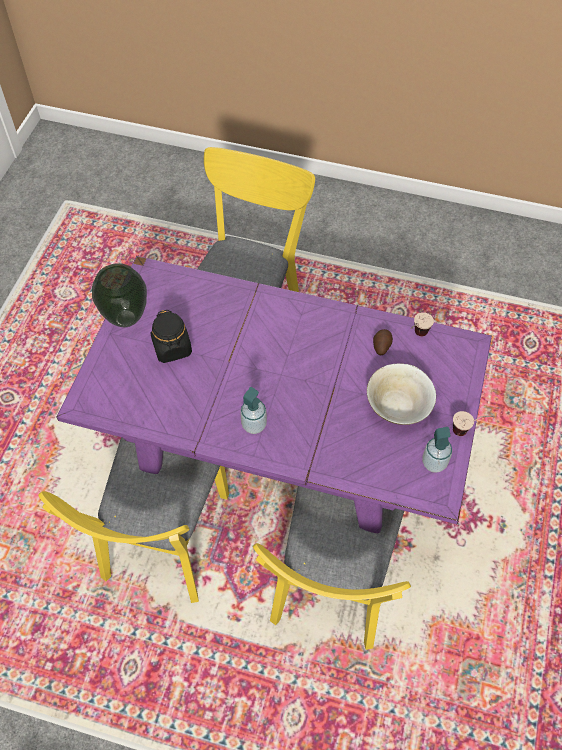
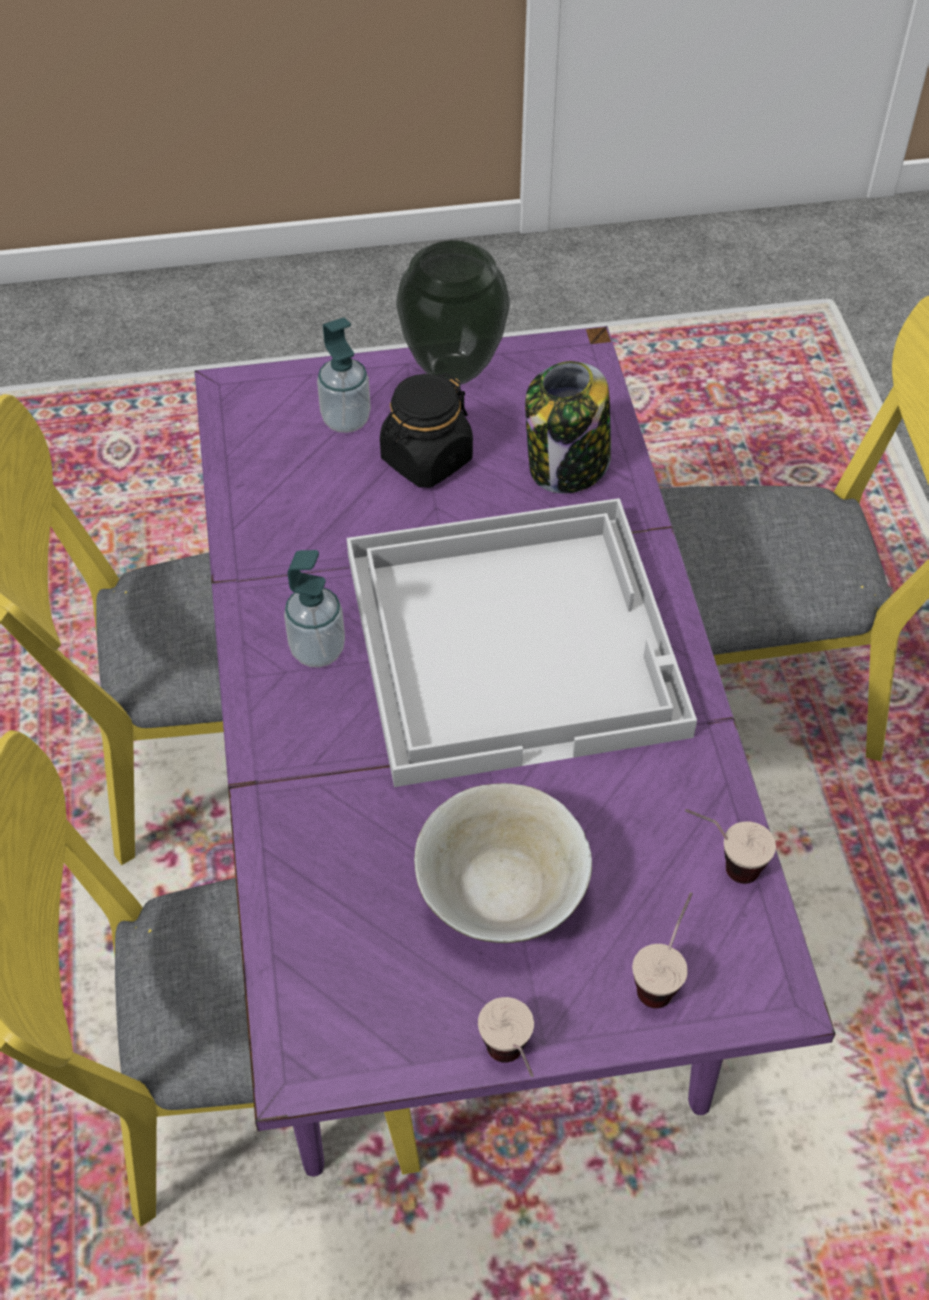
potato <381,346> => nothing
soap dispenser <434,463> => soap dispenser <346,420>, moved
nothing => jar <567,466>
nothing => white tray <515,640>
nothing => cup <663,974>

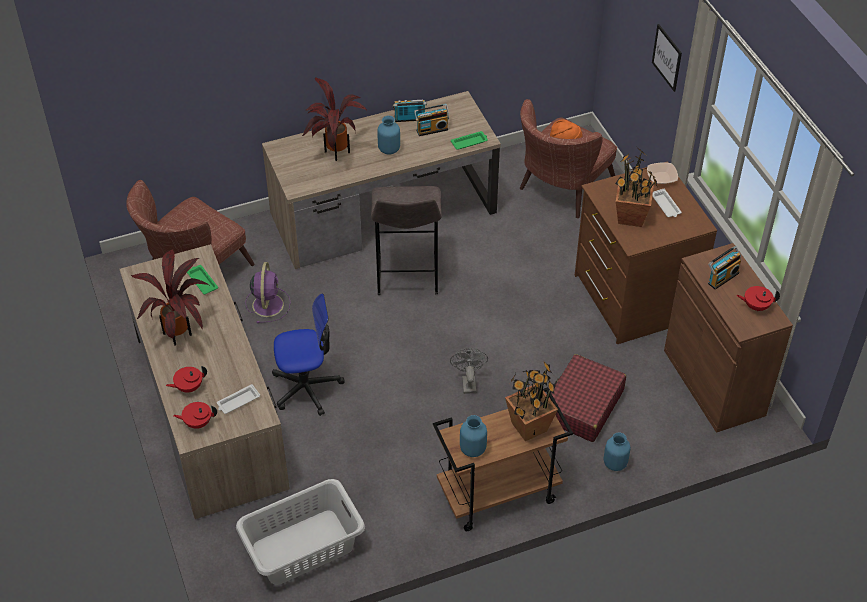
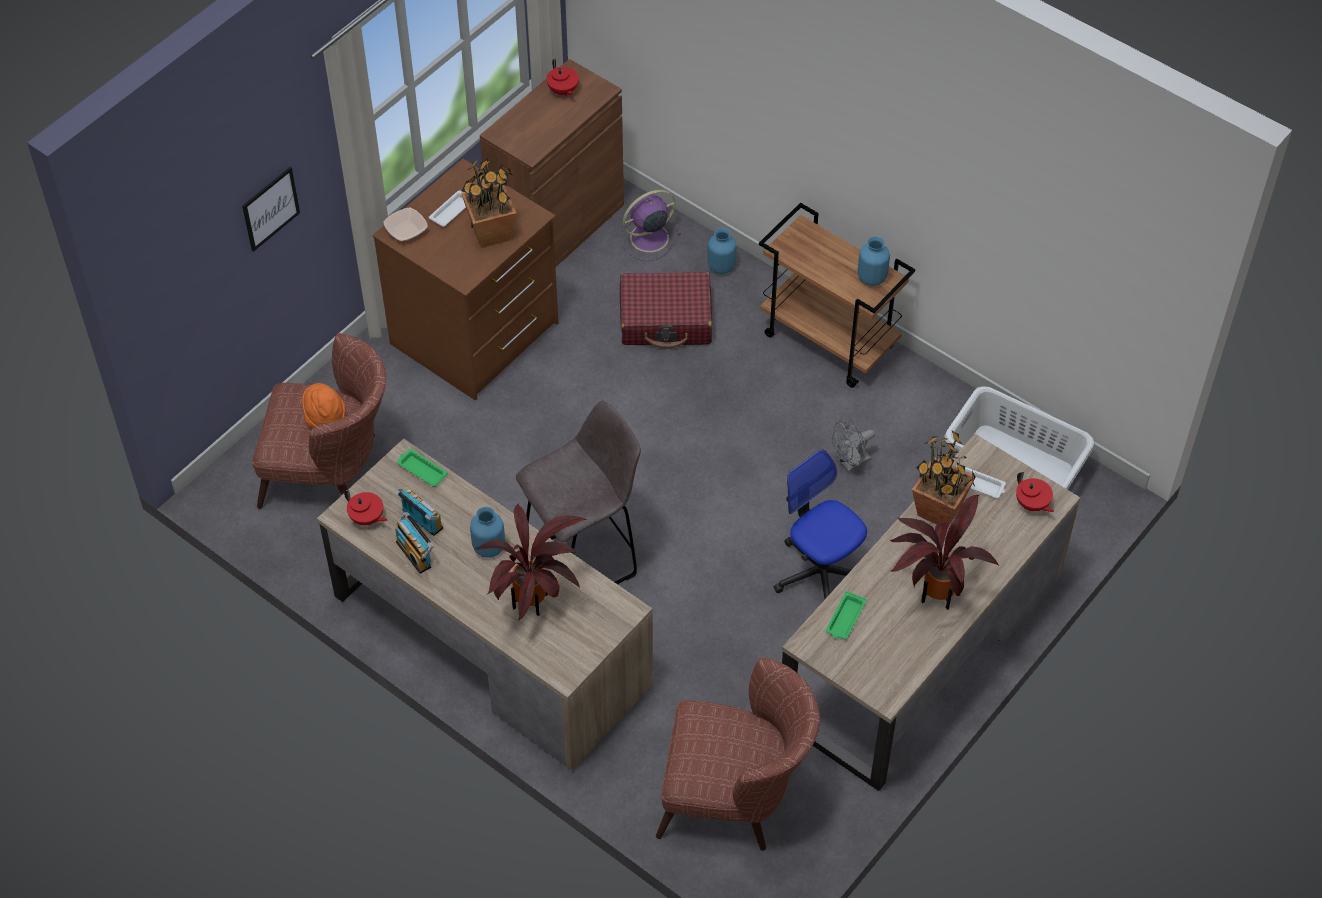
radio <722,277> => nothing
purple fan <268,304> => purple fan <647,238>, moved
grey fan <468,382> => grey fan <851,463>, moved
potted plant <528,426> => potted plant <939,511>, moved
red teapot <189,387> => red teapot <367,518>, moved

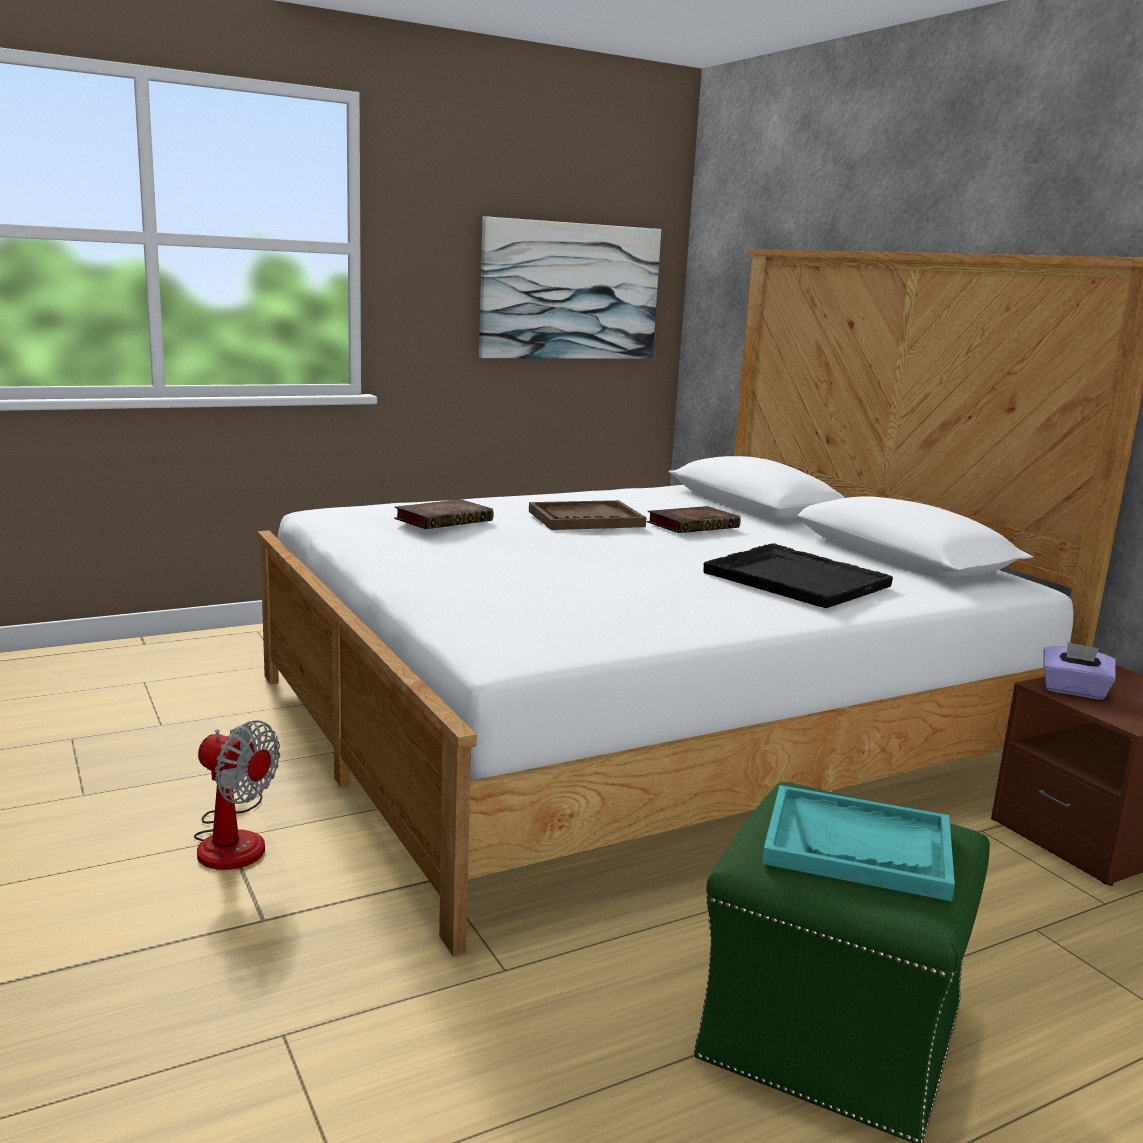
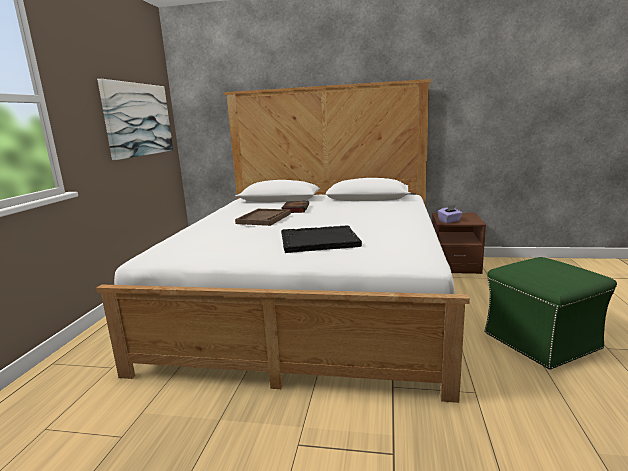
book <445,520> => nothing
black tray <795,579> => black tray <318,240>, moved
fan <233,838> => nothing
turquoise tray <858,846> => nothing

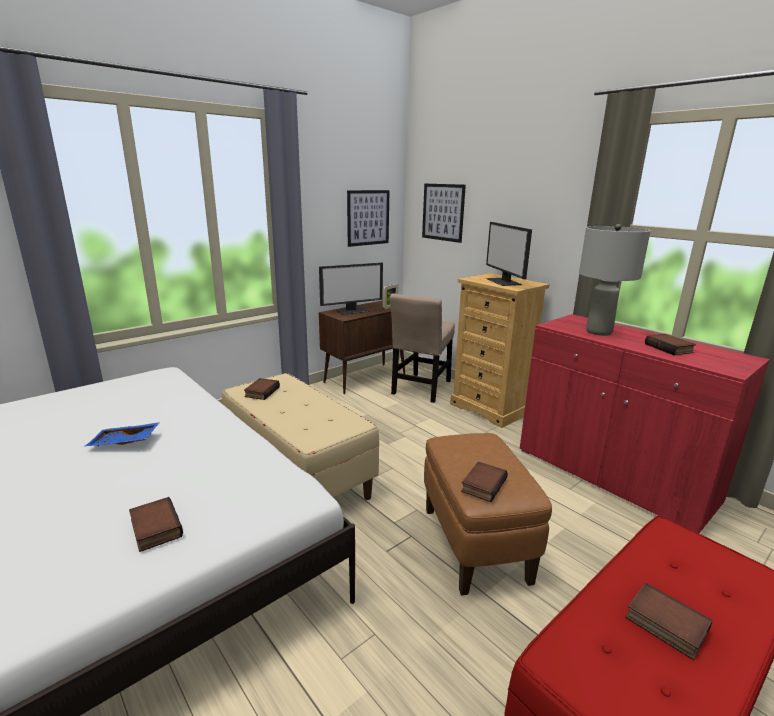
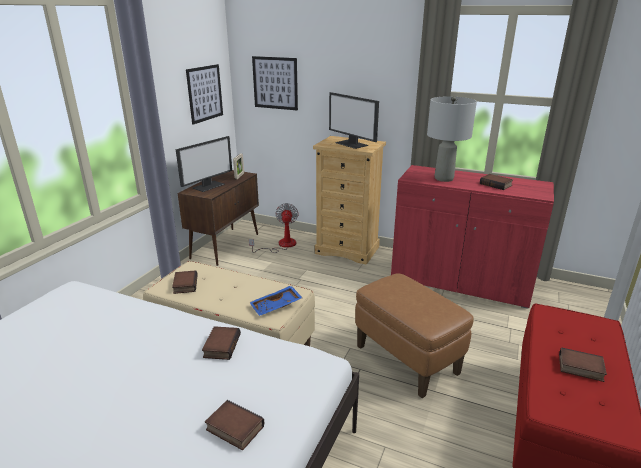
beige chair <421,389> => fan <281,245>
blue tray <124,442> => blue tray <276,306>, moved
book <482,484> => book <221,346>, moved

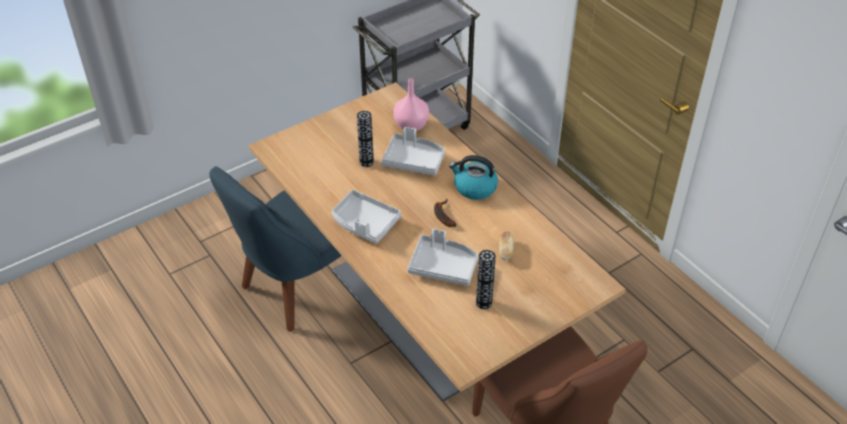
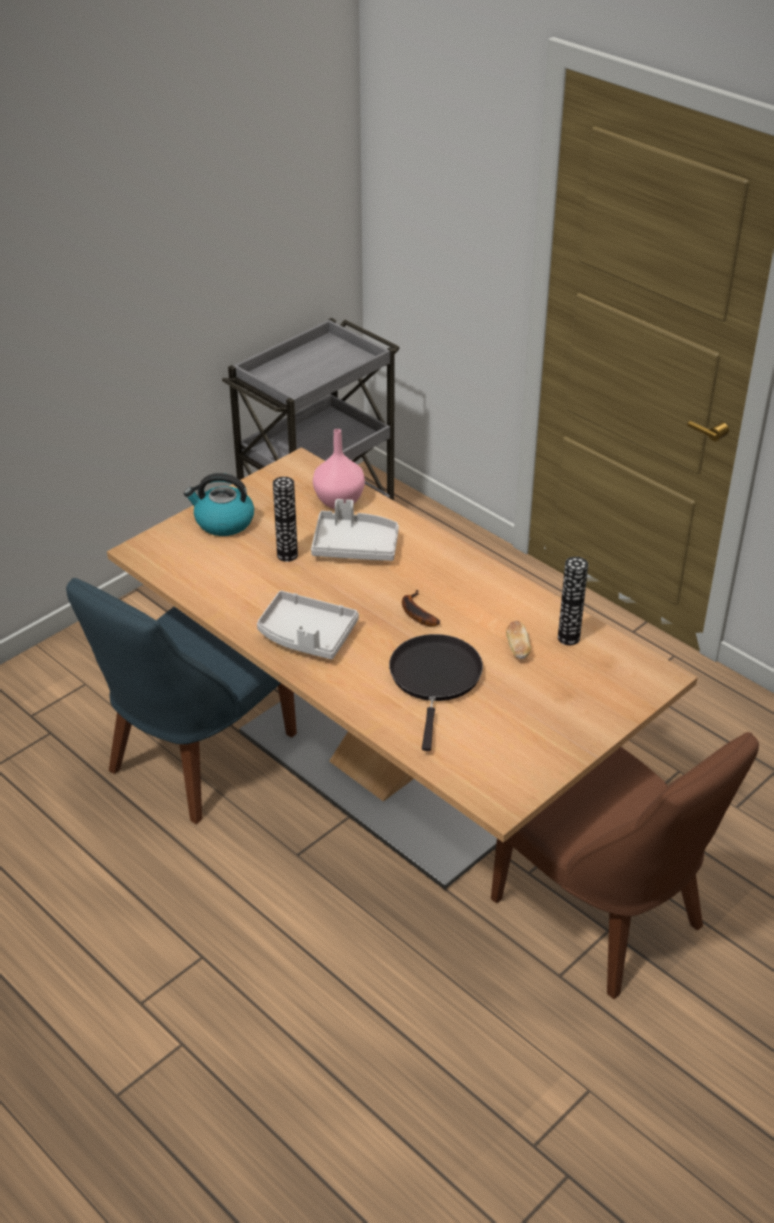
kettle <474,188> => kettle <223,522>, moved
grey tray <443,266> => black frying pan <435,679>
vase <484,303> => vase <568,638>, moved

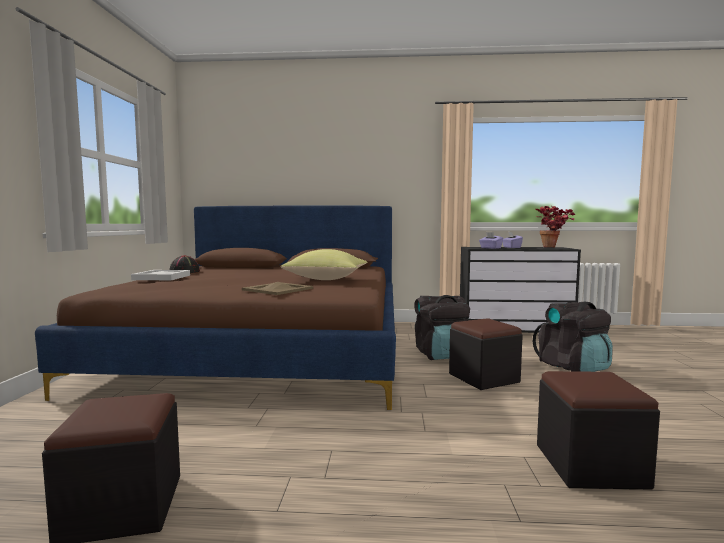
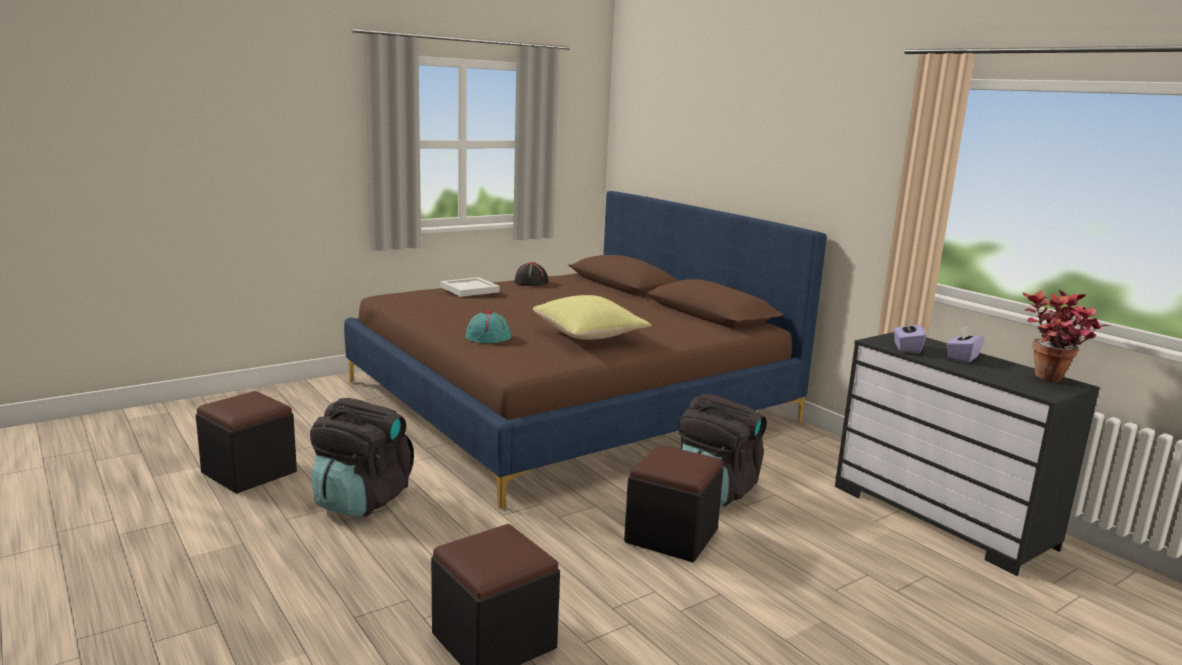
beige tray <278,289> => turquoise hat <488,337>
black backpack <573,367> => black backpack <361,499>, moved

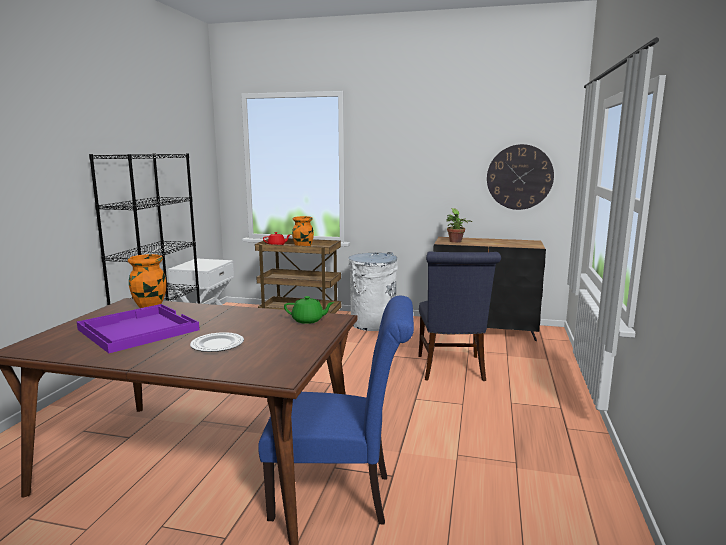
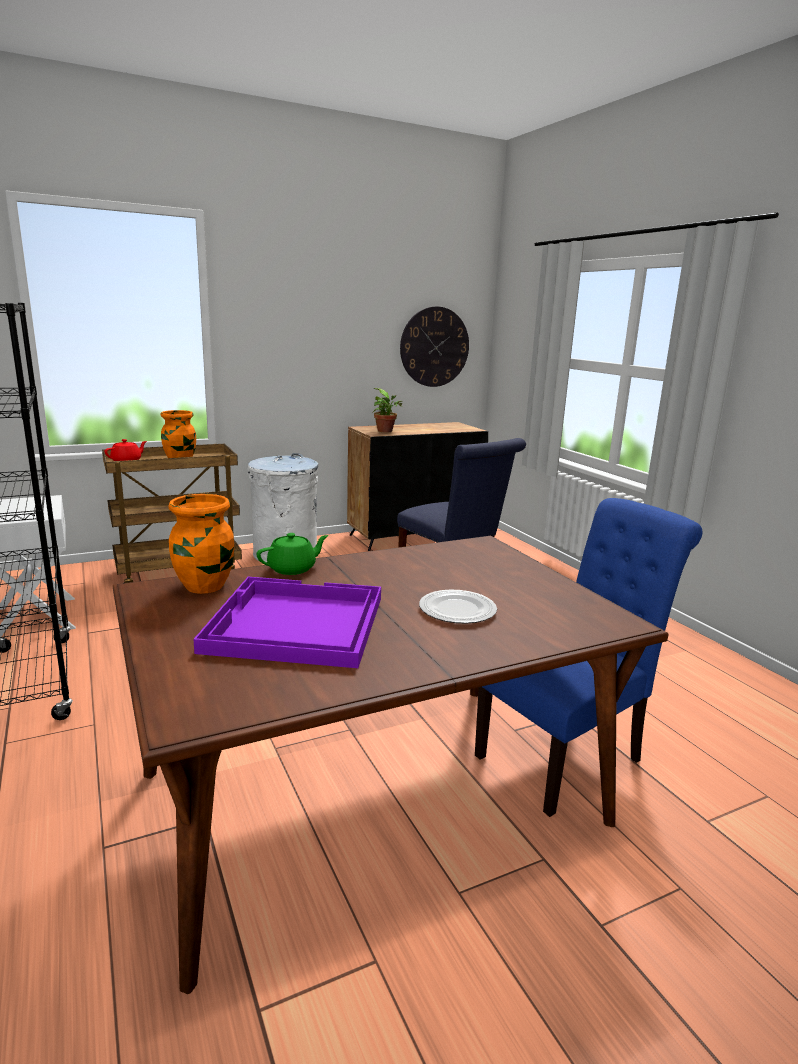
green teapot <308,320> => green teapot <293,569>, moved

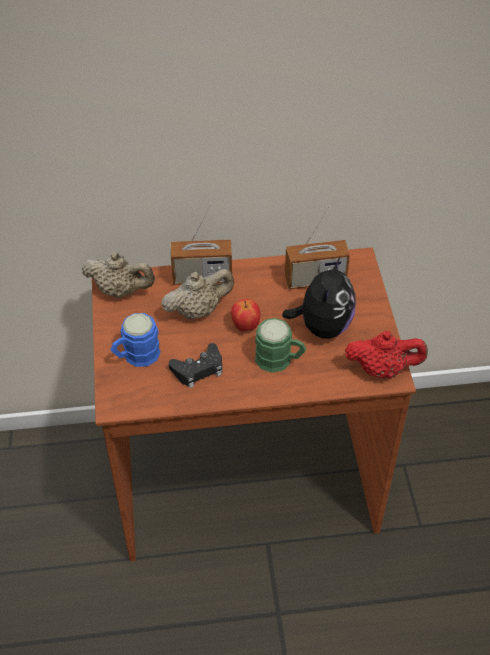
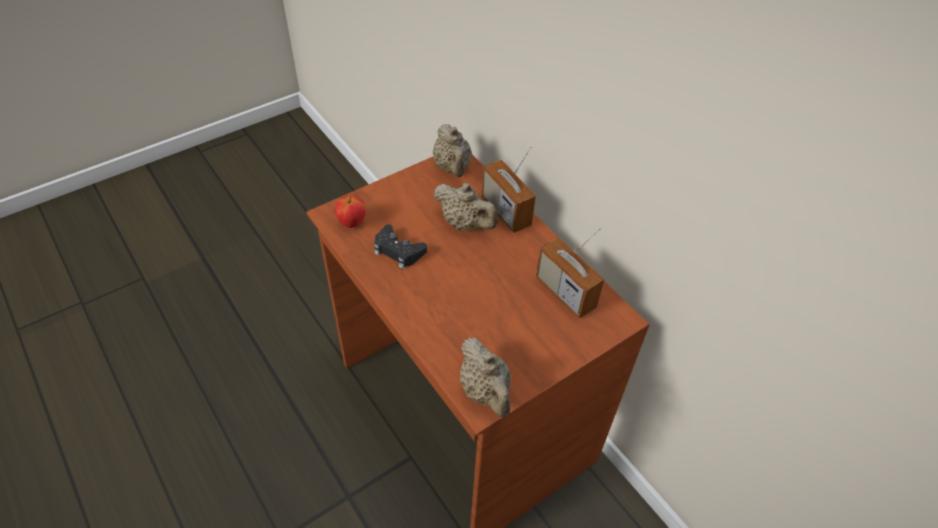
plush toy <322,326> => nothing
apple <245,326> => apple <352,223>, moved
blue mug <136,356> => nothing
green mug <280,360> => nothing
red teapot <382,369> => beige teapot <486,392>

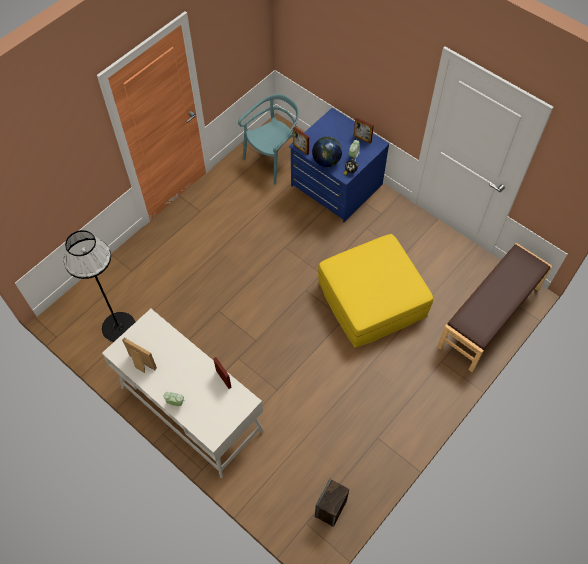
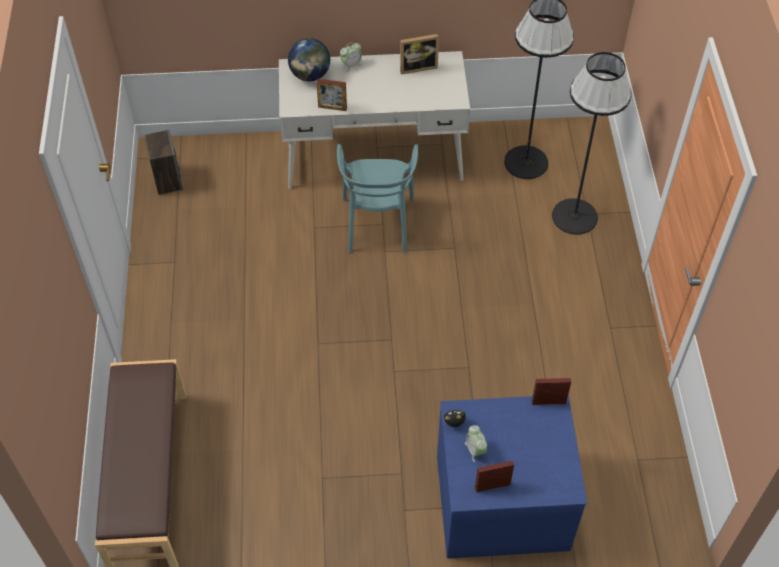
turquoise chair <273,160> => turquoise chair <378,223>, moved
globe <326,161> => globe <310,75>, moved
yellow ottoman <371,299> => nothing
nothing => black floor lamp <574,216>

